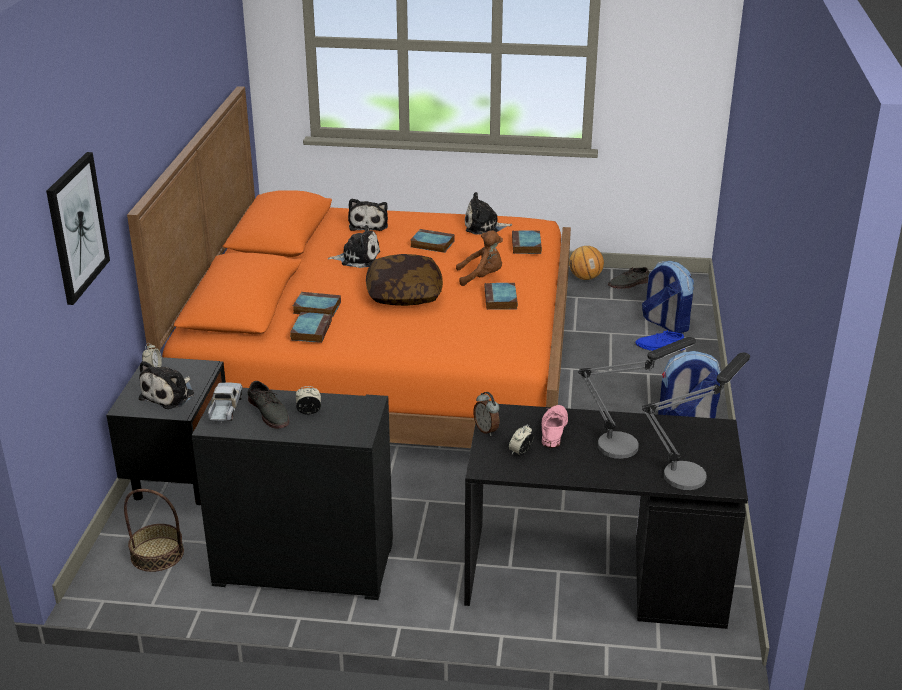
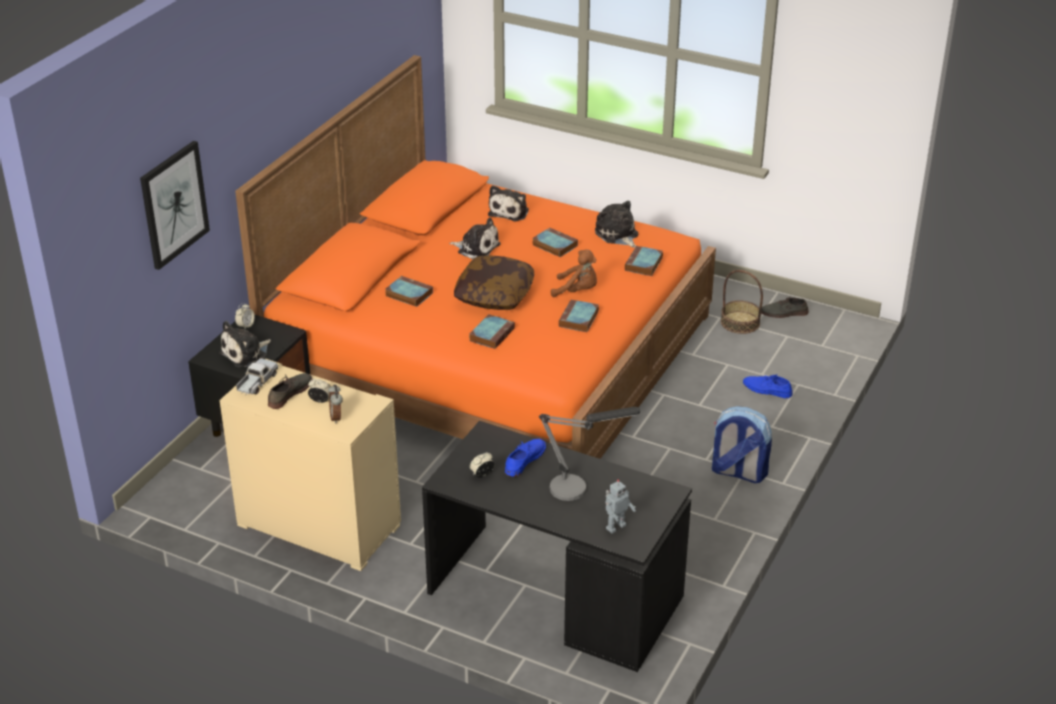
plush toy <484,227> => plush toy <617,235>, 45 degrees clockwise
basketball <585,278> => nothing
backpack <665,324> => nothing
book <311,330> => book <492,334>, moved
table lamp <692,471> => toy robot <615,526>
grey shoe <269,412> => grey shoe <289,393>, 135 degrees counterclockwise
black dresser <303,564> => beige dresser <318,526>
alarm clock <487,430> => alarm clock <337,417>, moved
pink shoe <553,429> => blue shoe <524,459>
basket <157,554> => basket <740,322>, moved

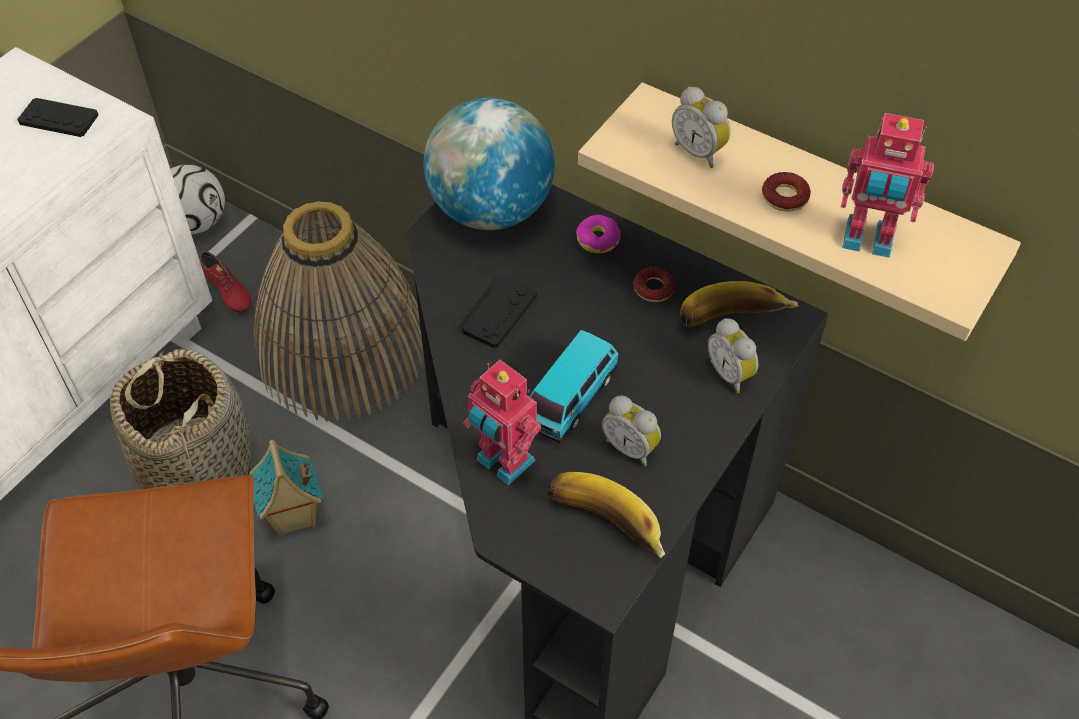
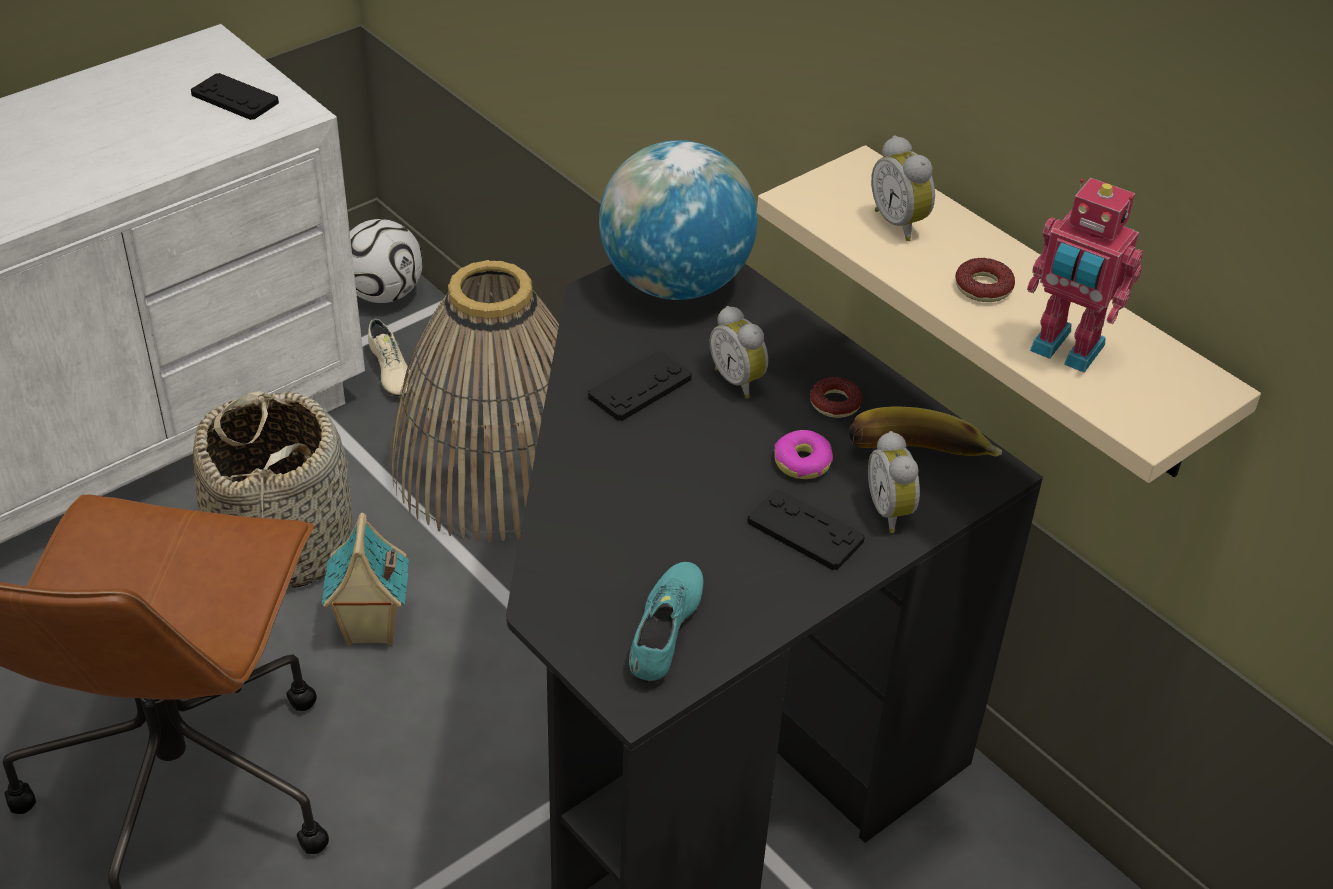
donut <598,240> => donut <802,462>, moved
red shoe <227,291> => beige shoe <390,372>
toy car <569,398> => nothing
toy robot <503,462> => nothing
alarm clock <631,447> => alarm clock <739,380>, moved
banana <603,528> => turquoise shoe <666,632>
nothing => black game controller <805,531>

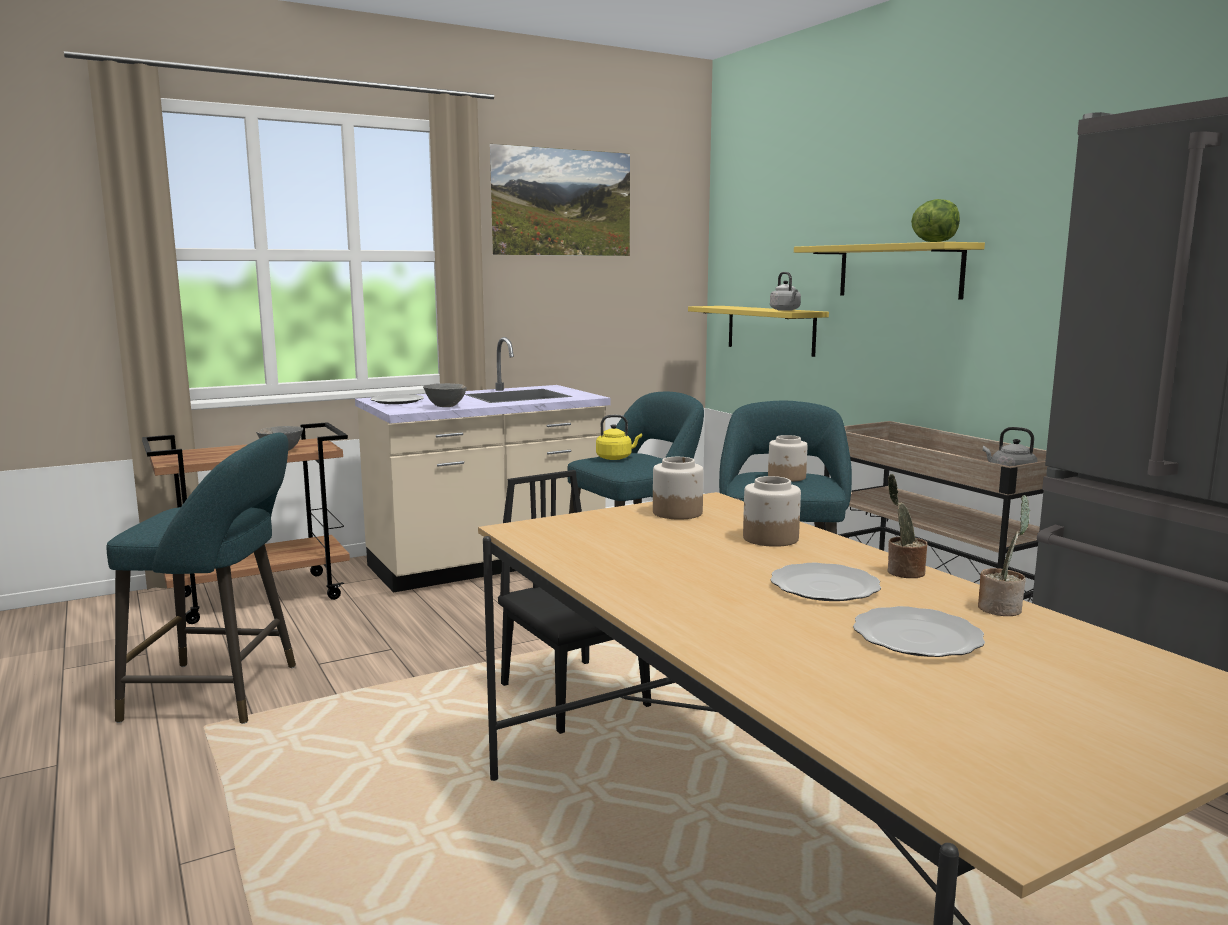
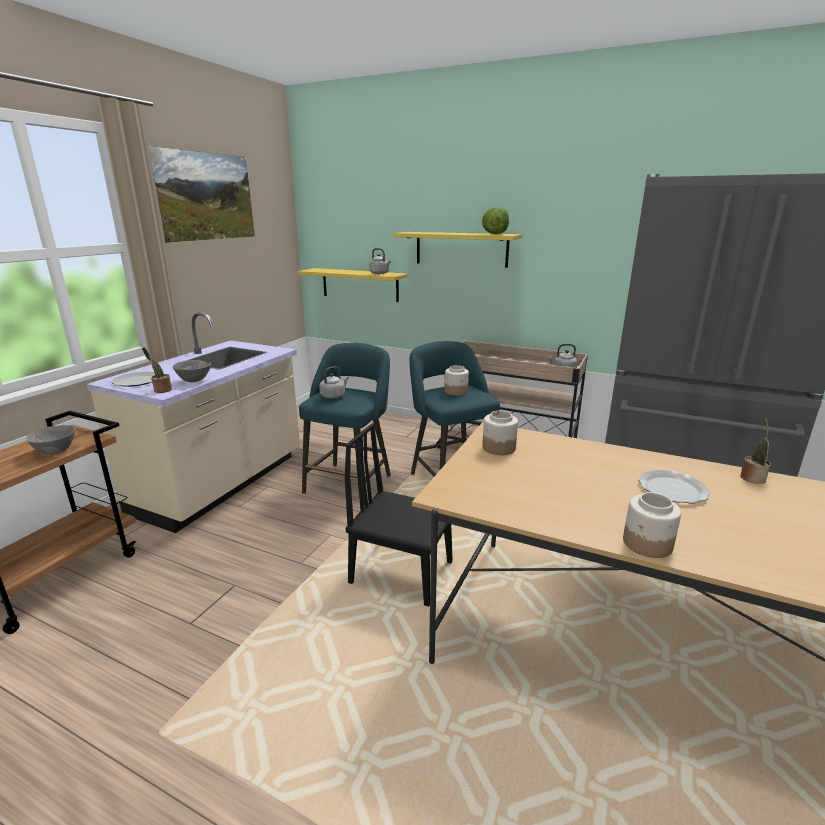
yellow kettle <616,458> => grey kettle <334,396>
turquoise stool <222,693> => nothing
potted plant <903,572> => potted plant <161,390>, moved
jar <770,539> => jar <647,544>, moved
plate <916,638> => nothing

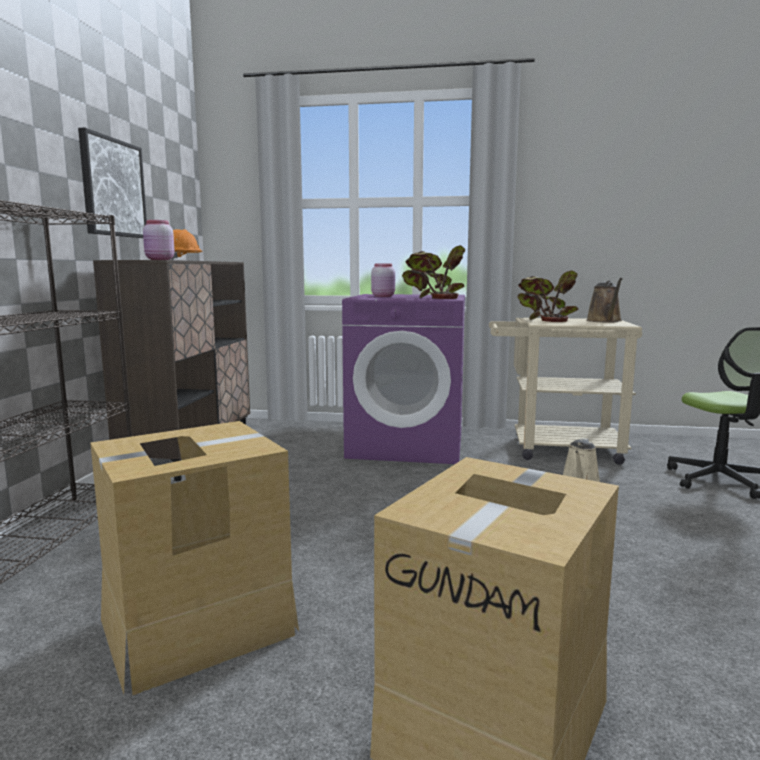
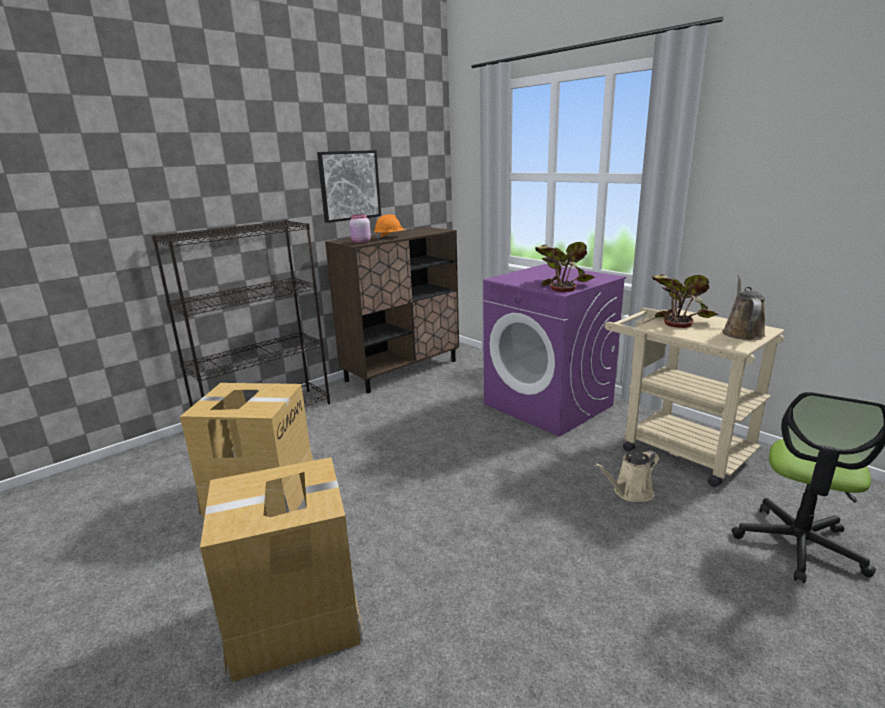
pink jar <383,296> => nothing
brown watering can <605,321> => brown watering can <742,333>, 150 degrees clockwise

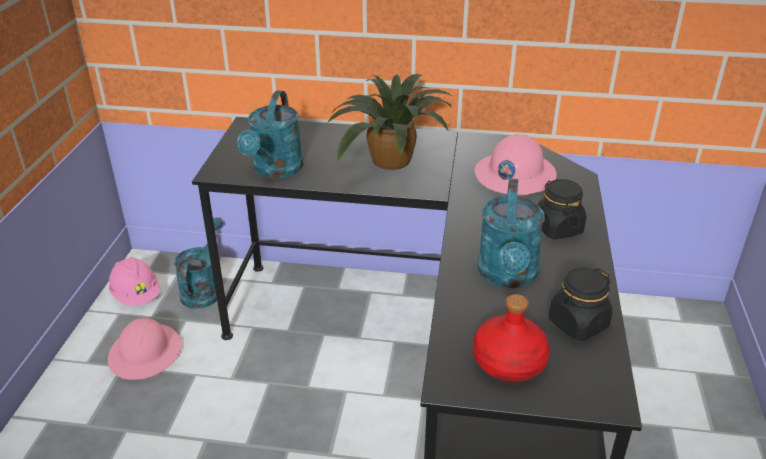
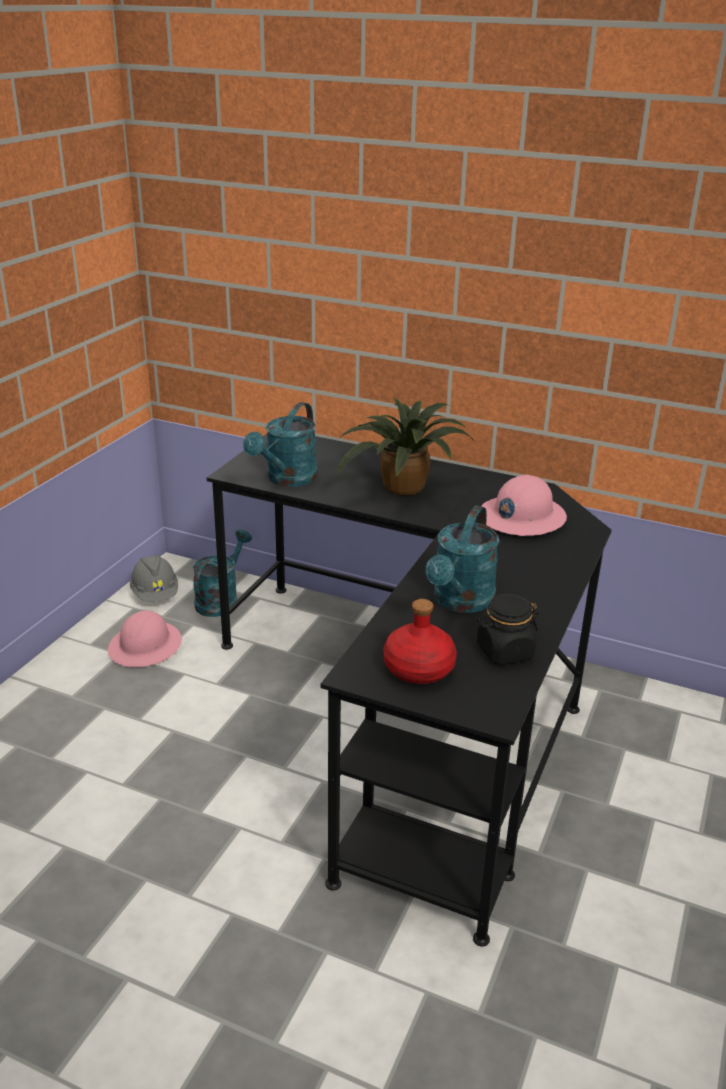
black jar <557,228> => nothing
pink hard hat <137,295> => grey hard hat <155,595>

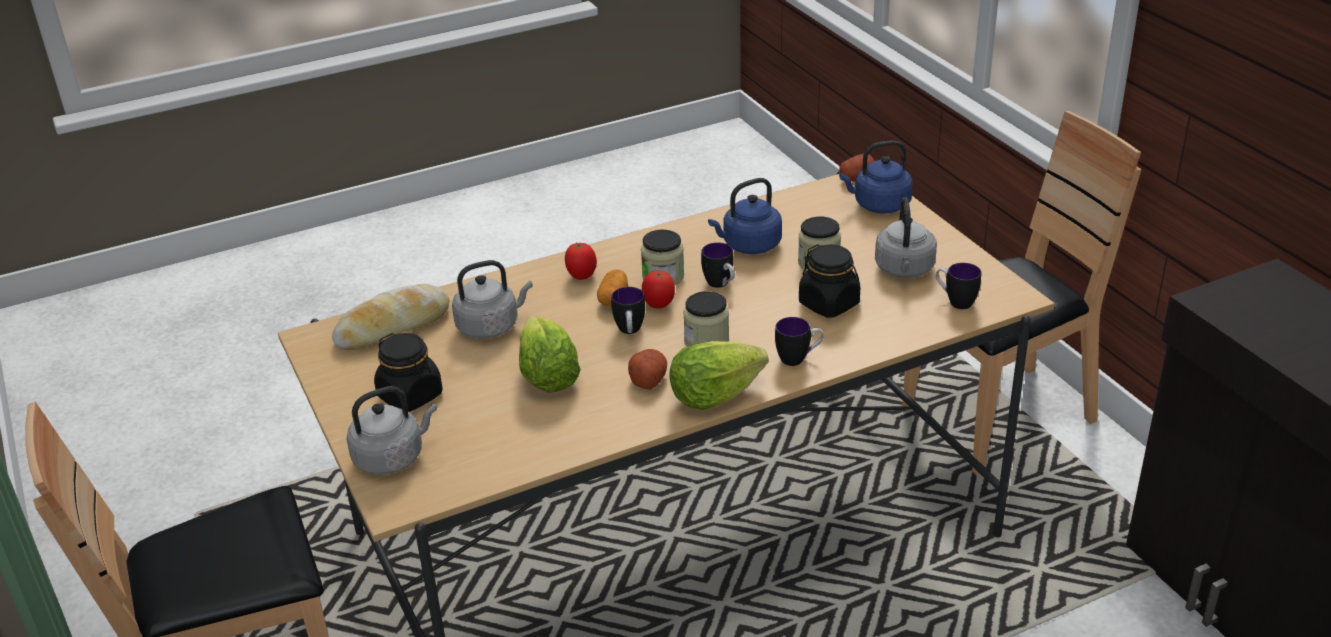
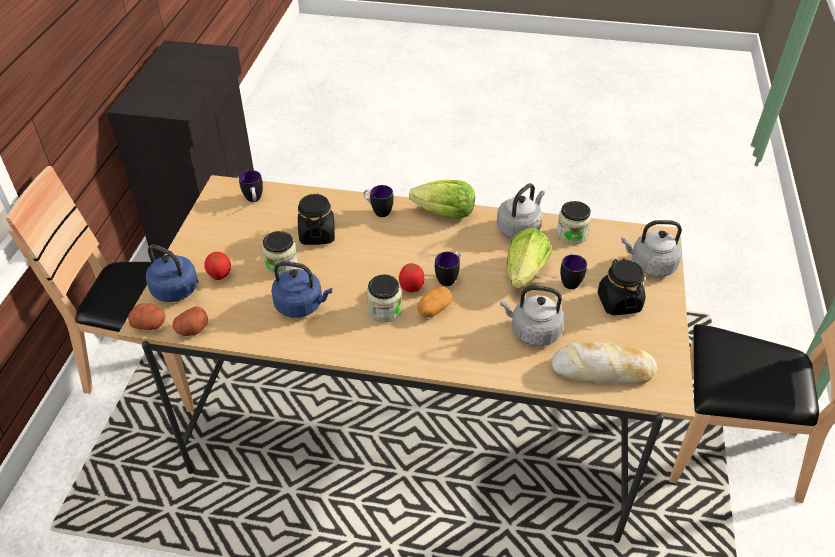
grey kettle <904,270> => grey kettle <519,228>, moved
tomato <582,276> => tomato <219,276>, moved
mug <721,285> => mug <570,280>, moved
jar <706,341> => jar <571,234>, moved
potato <647,379> => potato <192,329>, moved

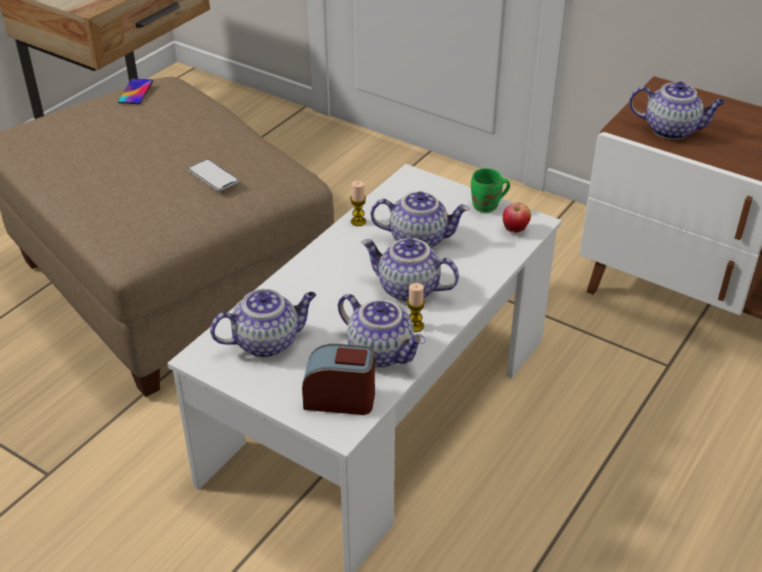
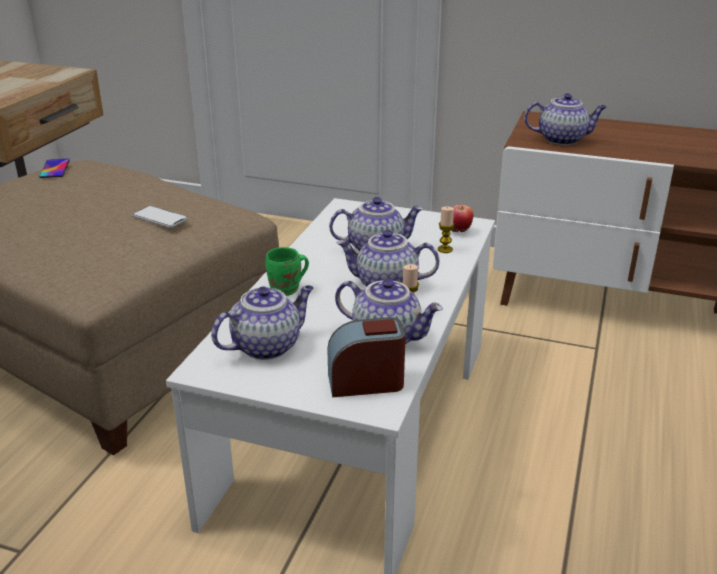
green mug <487,207> => green mug <287,290>, moved
candle <358,221> => candle <445,249>, moved

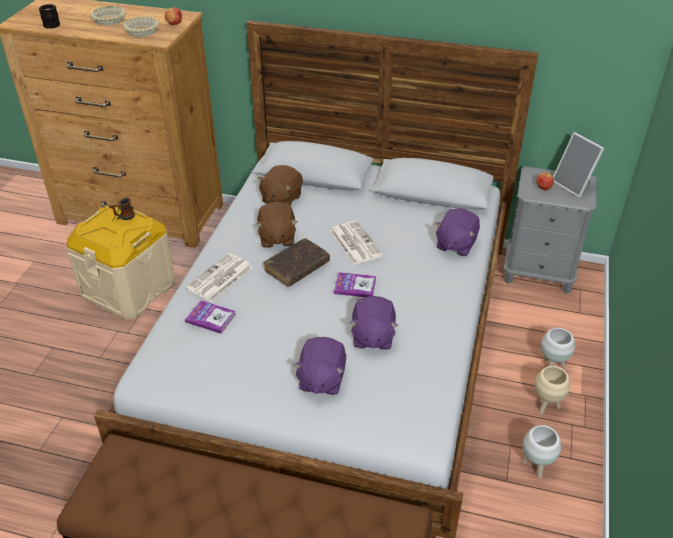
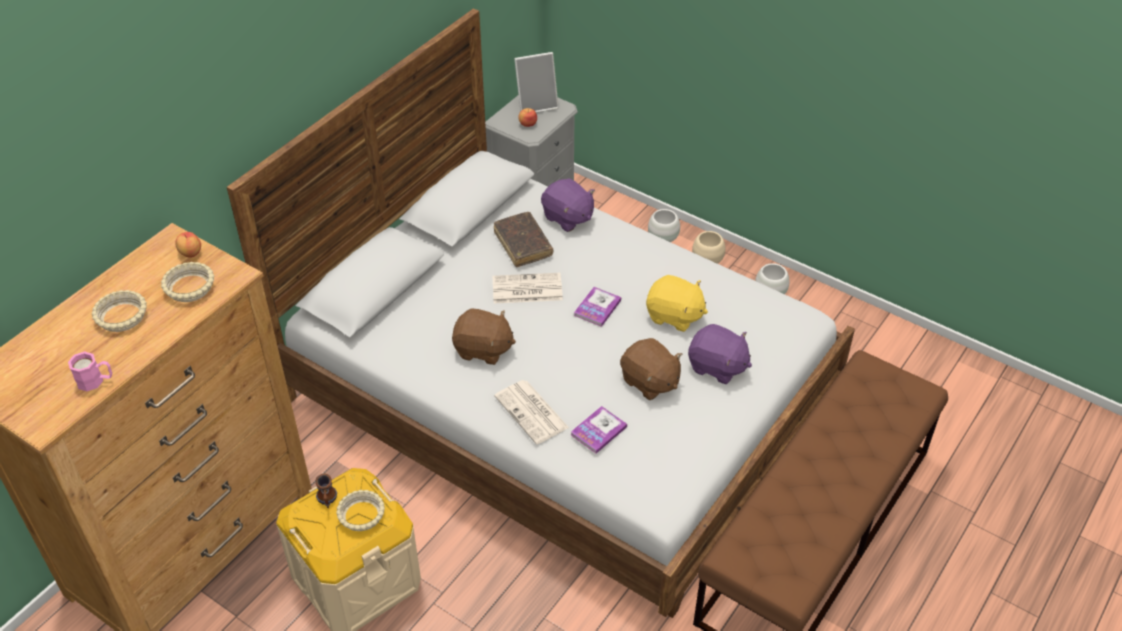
black mug <52,26> => pink mug <95,381>
brown plush toy <281,199> => brown plush toy <649,382>, moved
brown book <297,267> => brown book <523,244>, moved
purple plush toy <372,336> => yellow plush toy <674,316>
nothing => beige bowl <362,515>

